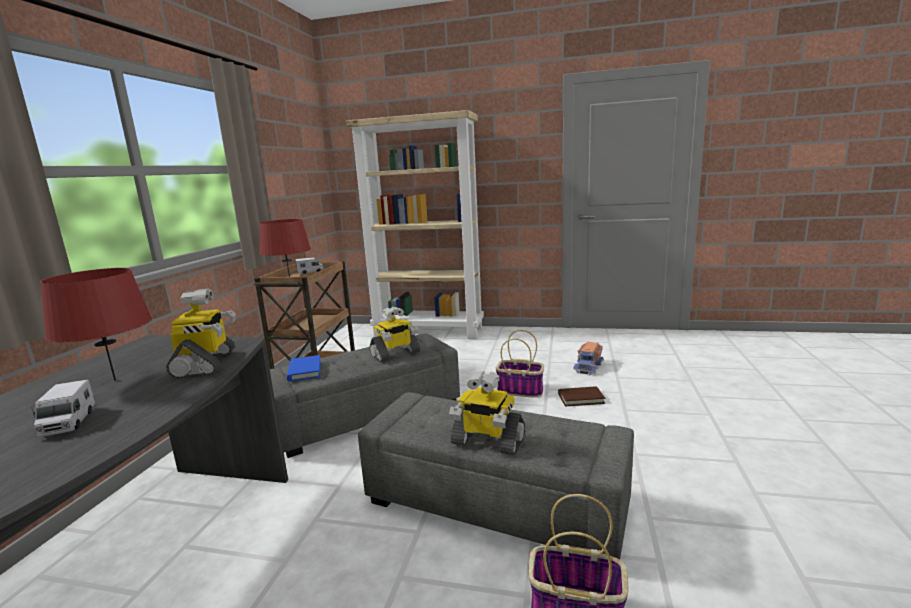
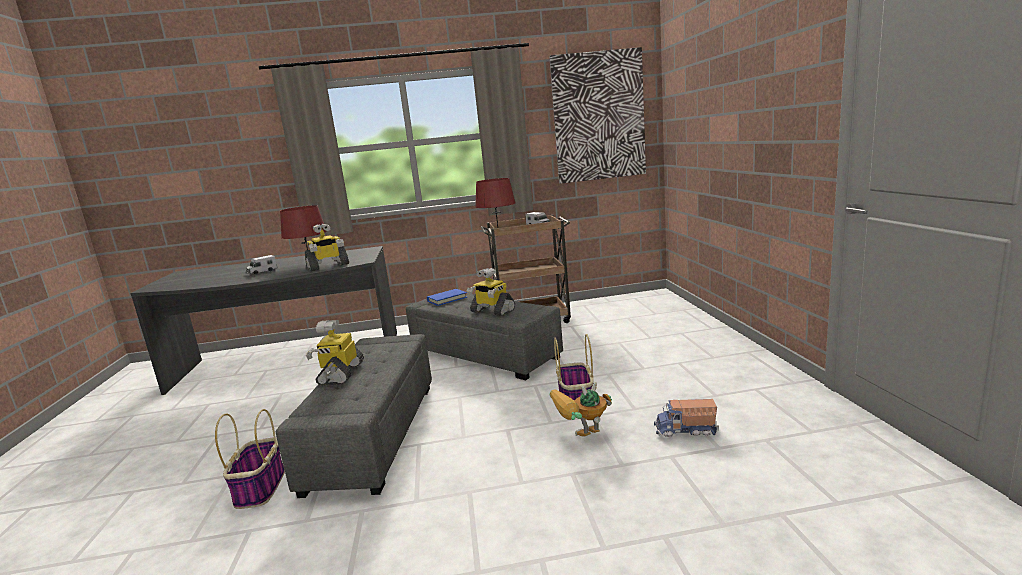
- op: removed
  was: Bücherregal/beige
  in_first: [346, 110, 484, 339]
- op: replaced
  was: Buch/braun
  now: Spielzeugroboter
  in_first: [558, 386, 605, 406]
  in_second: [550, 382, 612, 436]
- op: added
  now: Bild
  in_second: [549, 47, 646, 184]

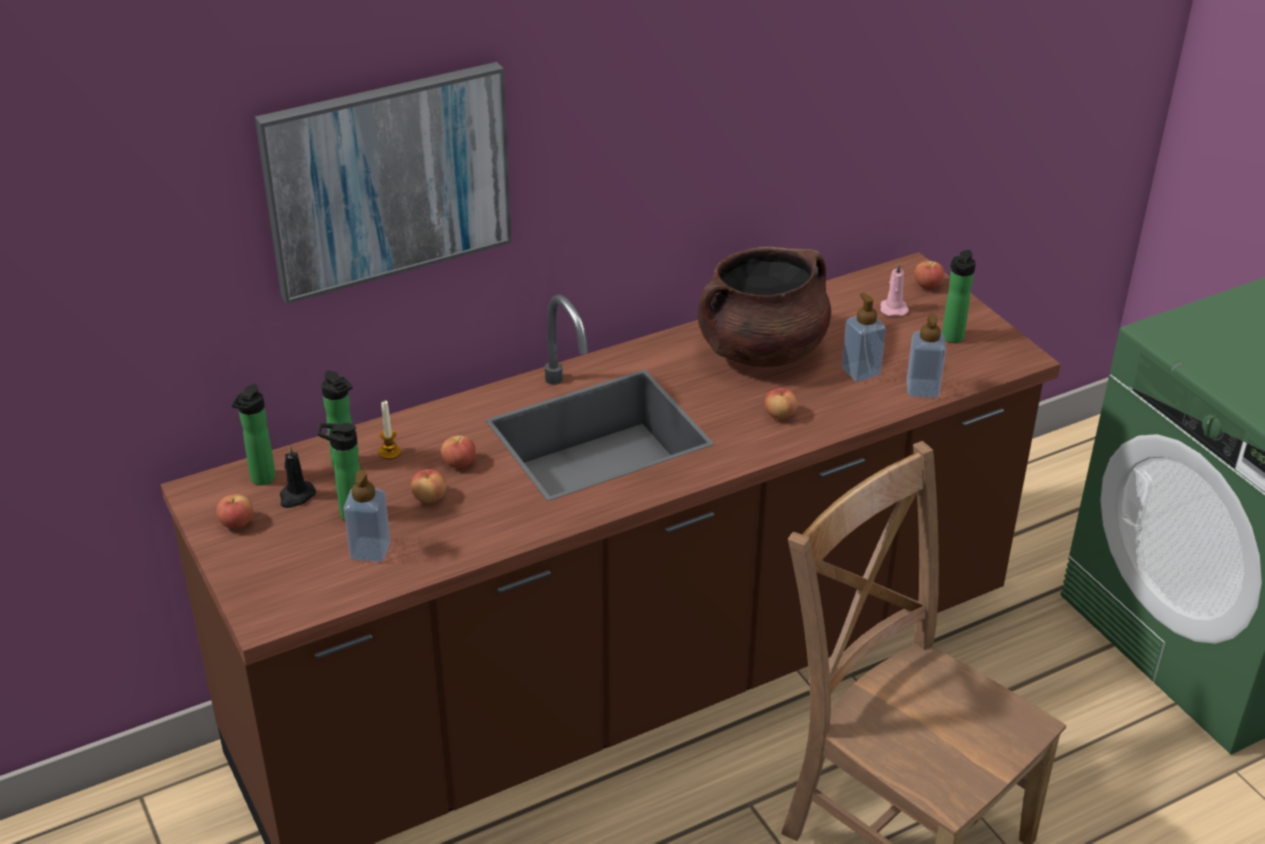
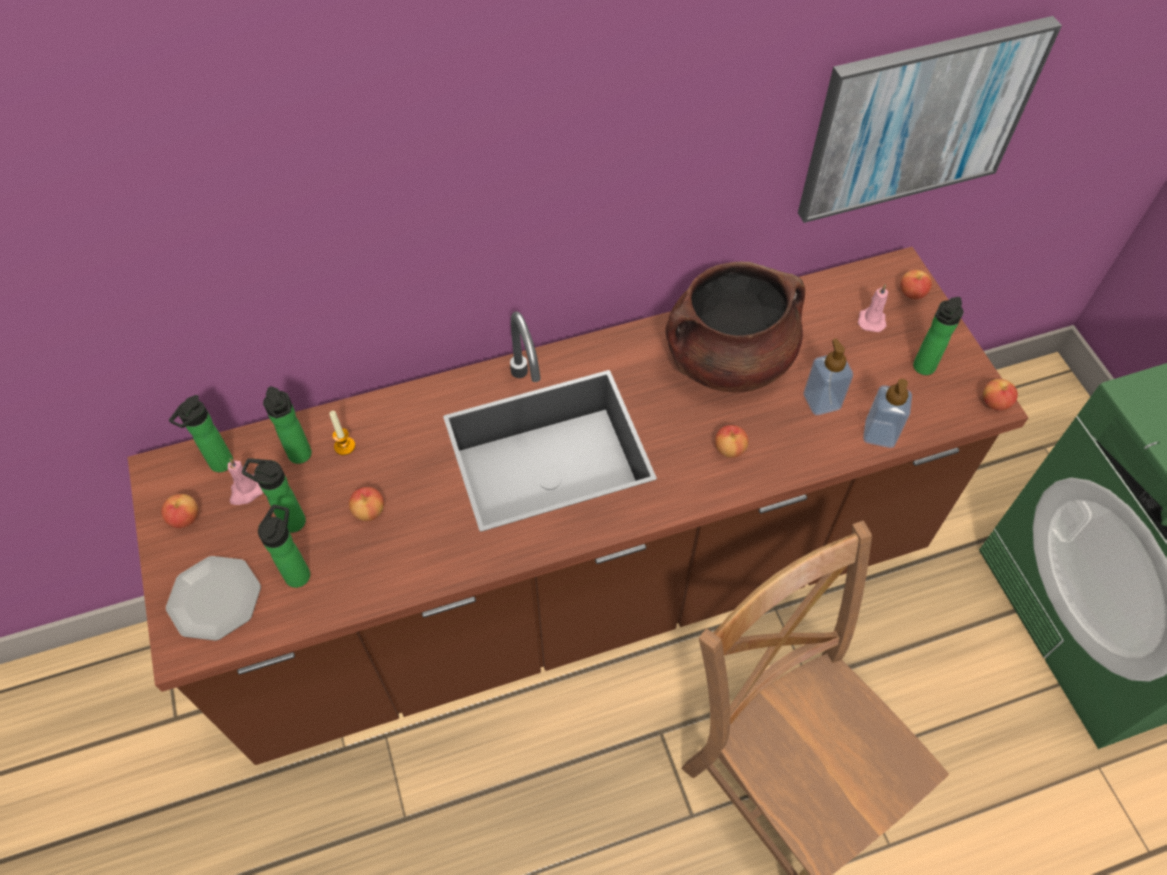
- op: moved
  was: Bild
  in_first: [255, 62, 512, 304]
  in_second: [798, 16, 1062, 223]
- op: recoloured
  was: Kerze/schwarz
  now: Kerze/rosa
  in_first: [280, 445, 316, 508]
  in_second: [228, 458, 263, 505]
- op: replaced
  was: Seifenspender
  now: Flasche
  in_first: [344, 470, 391, 562]
  in_second: [258, 505, 310, 588]
- op: moved
  was: Apfel
  in_first: [441, 435, 476, 469]
  in_second: [983, 379, 1018, 411]
- op: added
  now: Teller
  in_second: [166, 556, 261, 641]

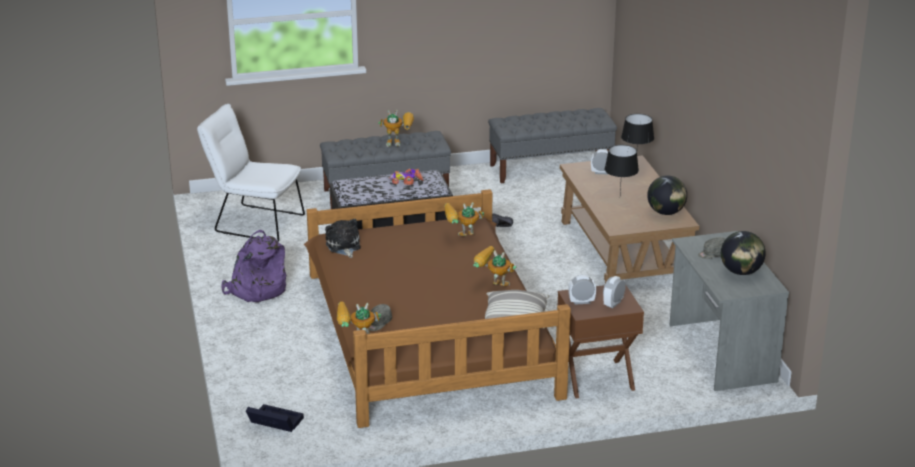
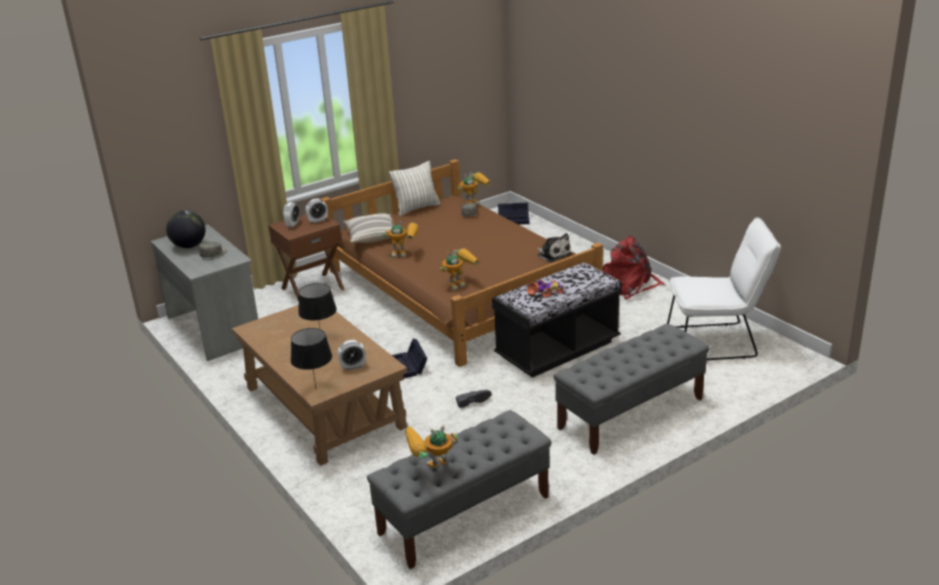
- op: recoloured
  was: Rucksack/lila
  now: Rucksack/rot
  in_first: [221, 230, 286, 302]
  in_second: [603, 236, 665, 300]
- op: moved
  was: Spielzeugroboter
  in_first: [378, 110, 414, 147]
  in_second: [405, 425, 459, 468]
- op: removed
  was: Globus
  in_first: [647, 175, 687, 215]
- op: added
  now: Kissen
  in_second: [389, 161, 440, 216]
- op: added
  now: Aufbewahrungsbox/schwarz
  in_second: [392, 339, 427, 378]

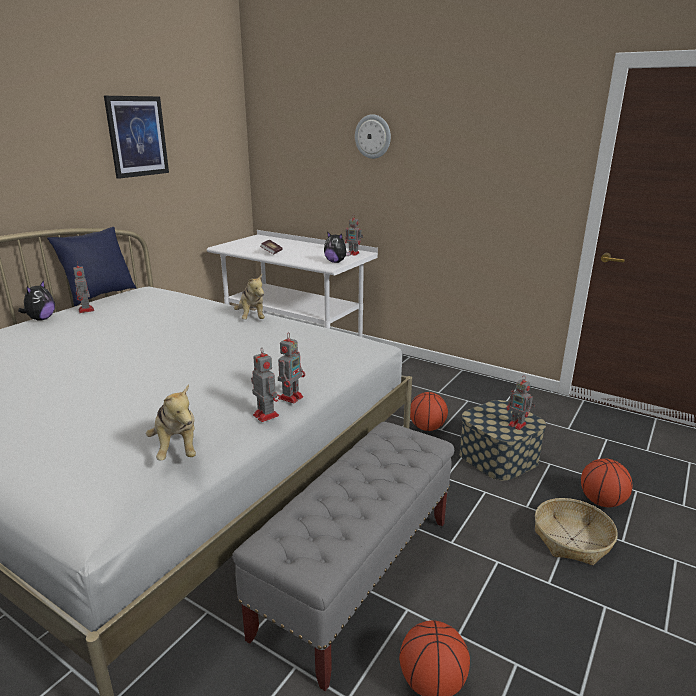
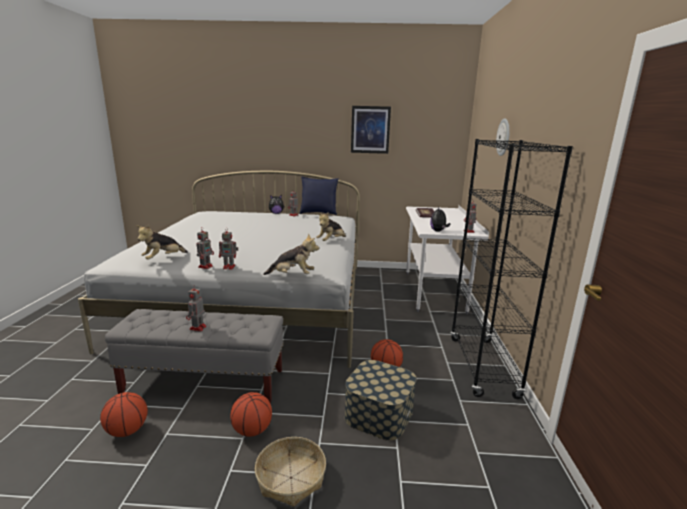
- op: moved
  was: Spielzeugroboter
  in_first: [507, 377, 535, 430]
  in_second: [186, 285, 207, 332]
- op: moved
  was: Basketball
  in_first: [581, 458, 632, 507]
  in_second: [230, 392, 272, 437]
- op: added
  now: Plüschtier
  in_second: [263, 234, 319, 275]
- op: added
  now: Bücherregal/schwarz
  in_second: [450, 139, 573, 399]

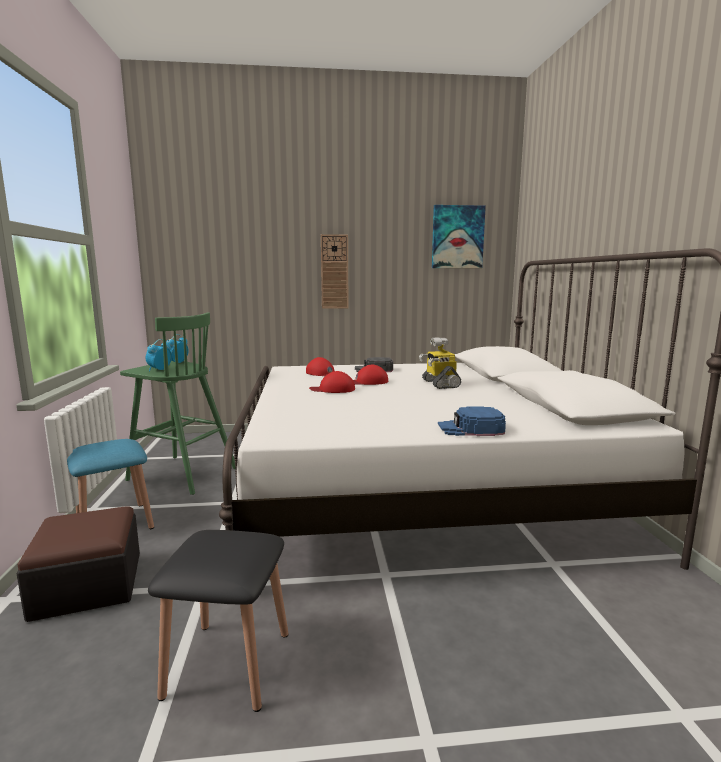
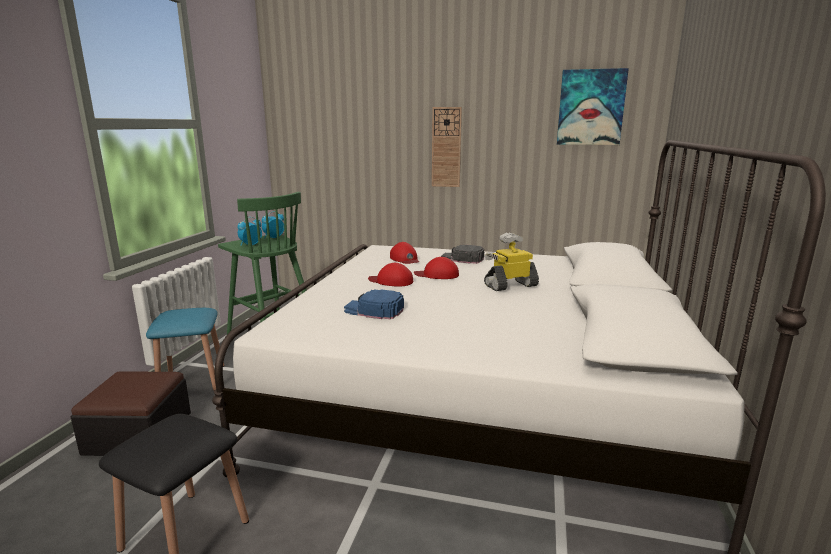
- op: turned
  was: Spielzeugroboter
  in_first: [419, 337, 461, 389]
  in_second: [484, 233, 539, 291]
  clockwise: 60
- op: moved
  was: Kappe/blau
  in_first: [438, 406, 506, 436]
  in_second: [344, 289, 404, 319]

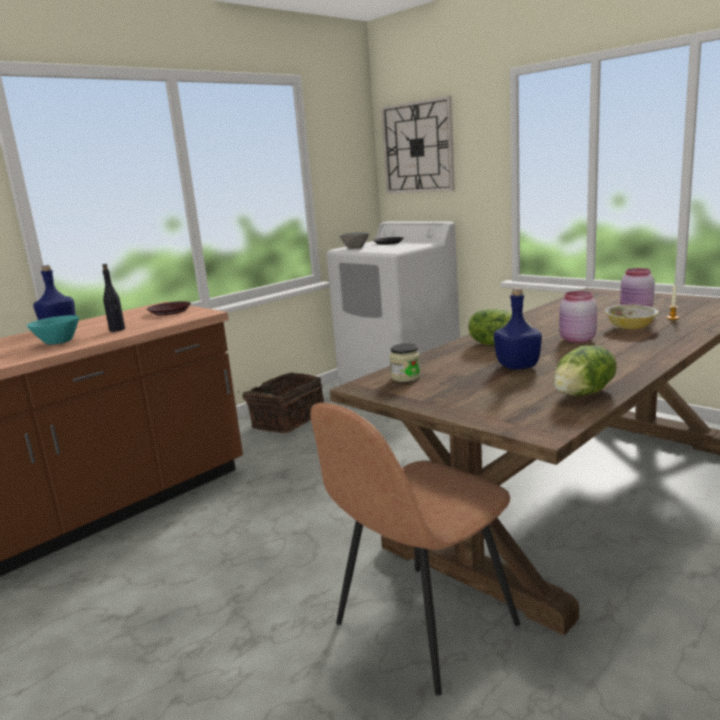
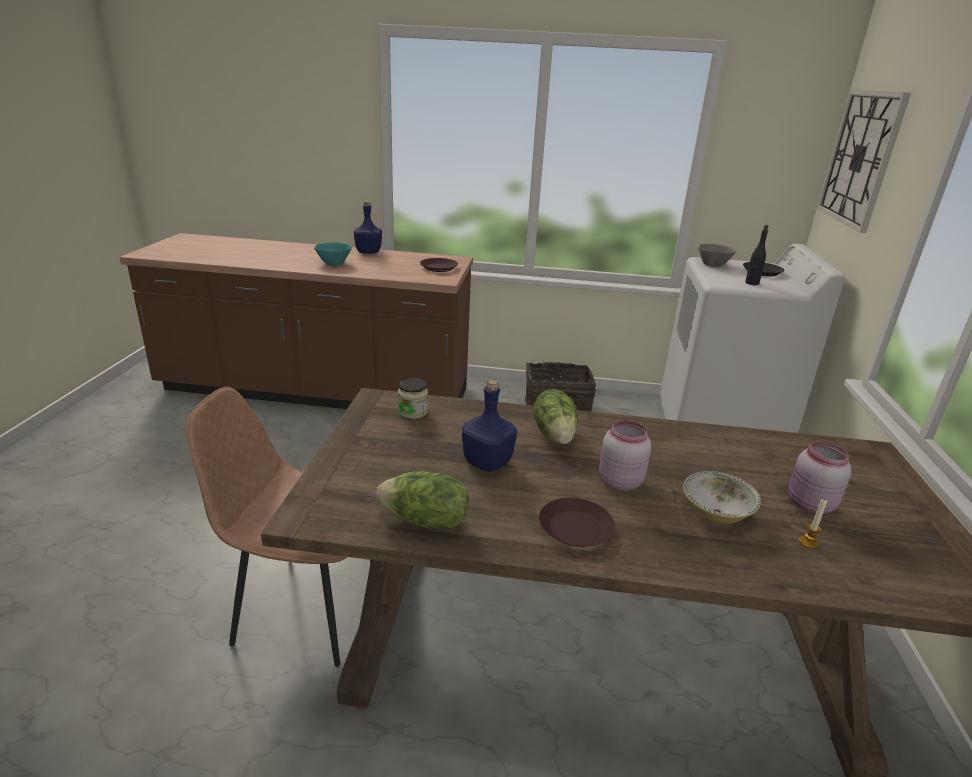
- op: moved
  was: Flasche/schwarz
  in_first: [102, 264, 125, 332]
  in_second: [745, 225, 768, 285]
- op: added
  now: Teller/braun
  in_second: [539, 498, 615, 547]

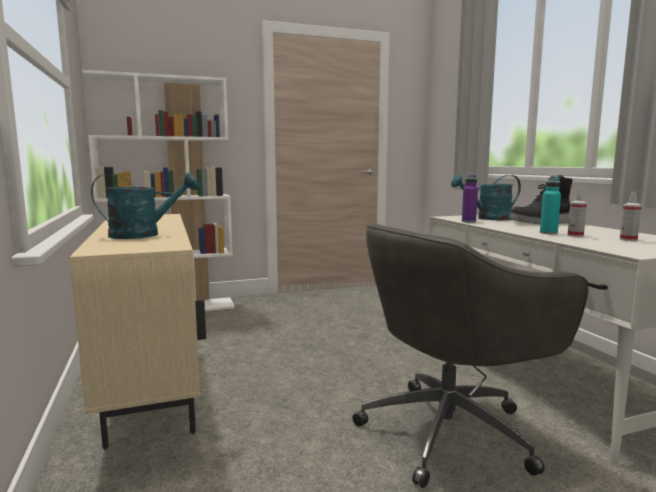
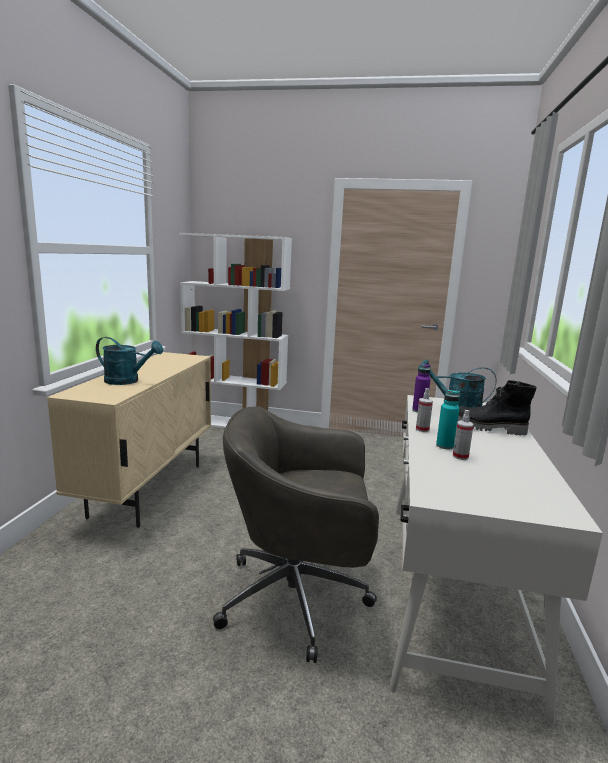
- op: moved
  was: Sprühflasche
  in_first: [620, 191, 642, 241]
  in_second: [416, 388, 433, 432]

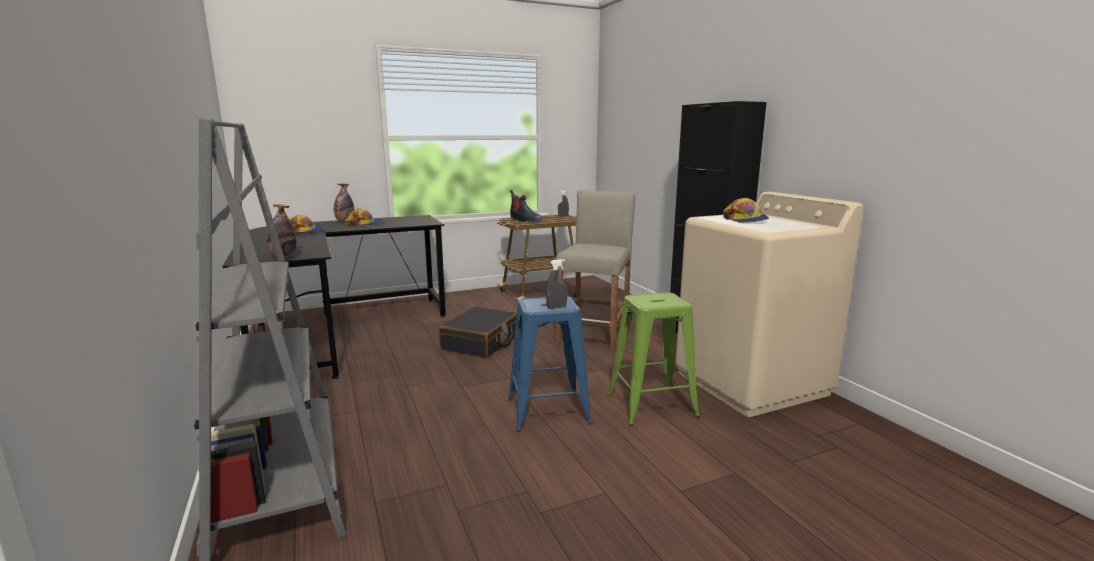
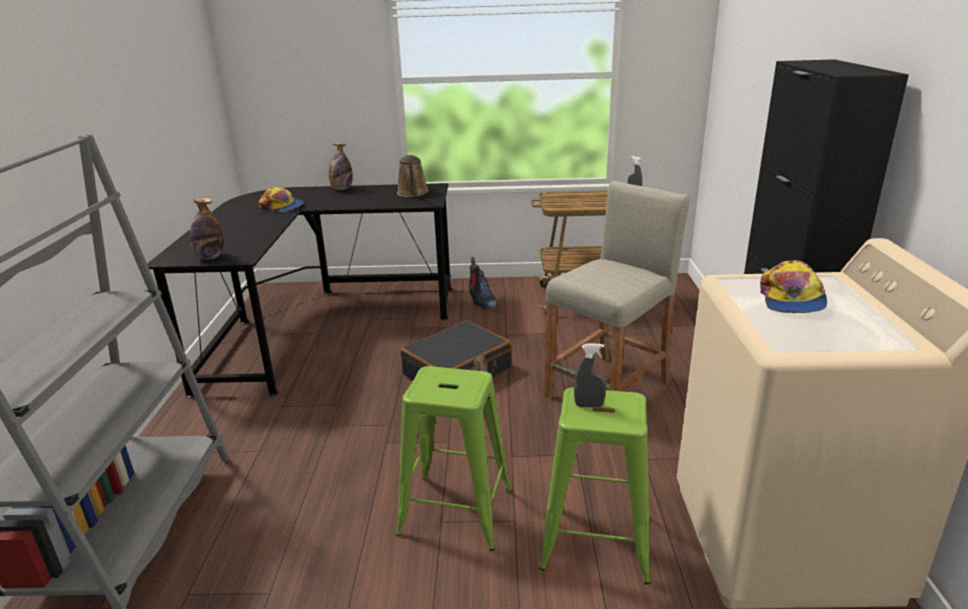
- op: removed
  was: Kappe
  in_first: [345, 209, 383, 226]
- op: recoloured
  was: Hocker/blau
  now: Hocker/grün
  in_first: [508, 296, 593, 432]
  in_second: [396, 366, 512, 551]
- op: moved
  was: Stiefel
  in_first: [510, 190, 542, 222]
  in_second: [469, 257, 498, 310]
- op: moved
  was: Sprühflasche/grau
  in_first: [546, 259, 567, 309]
  in_second: [574, 343, 606, 408]
- op: added
  now: Gießkanne/braun
  in_second: [397, 155, 429, 197]

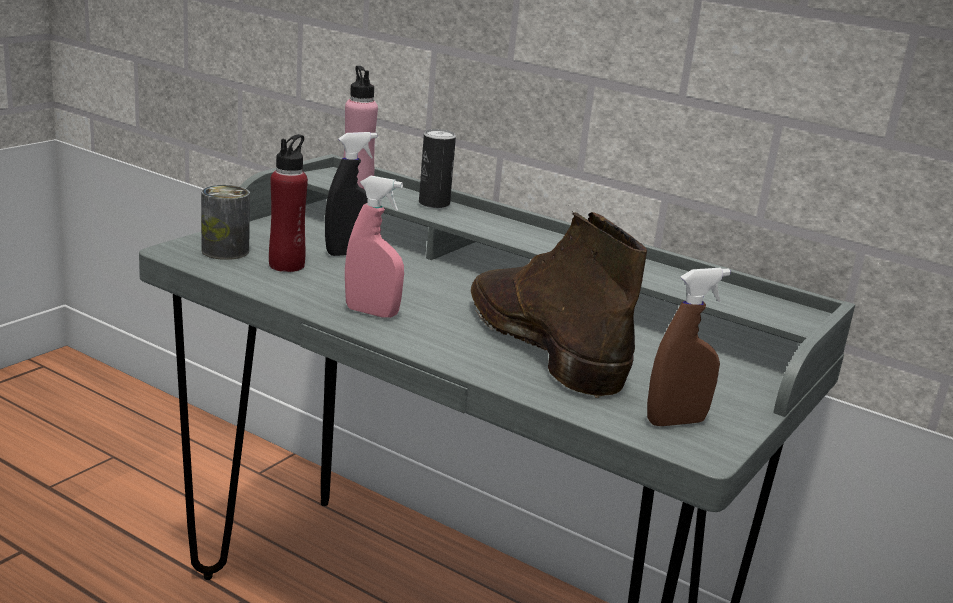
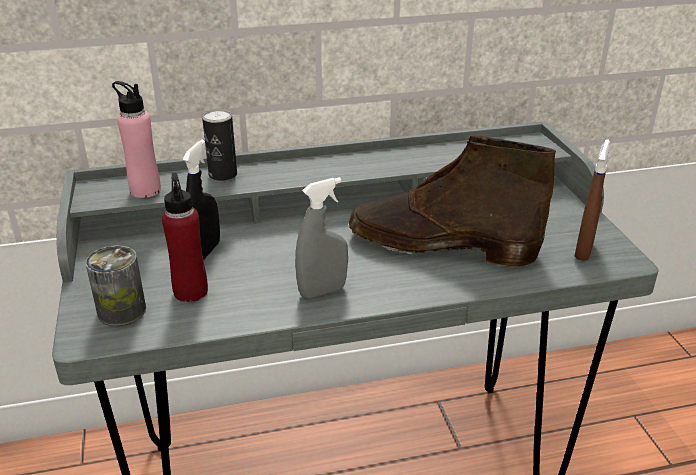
- op: recoloured
  was: Sprühflasche/rosa
  now: Sprühflasche/grau
  in_first: [345, 176, 404, 318]
  in_second: [295, 177, 348, 298]

